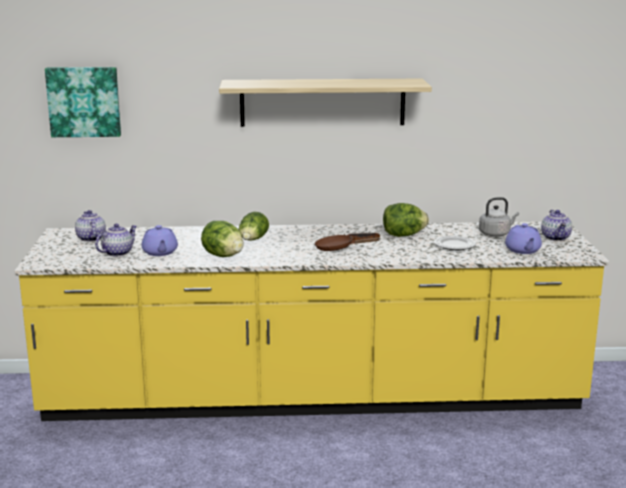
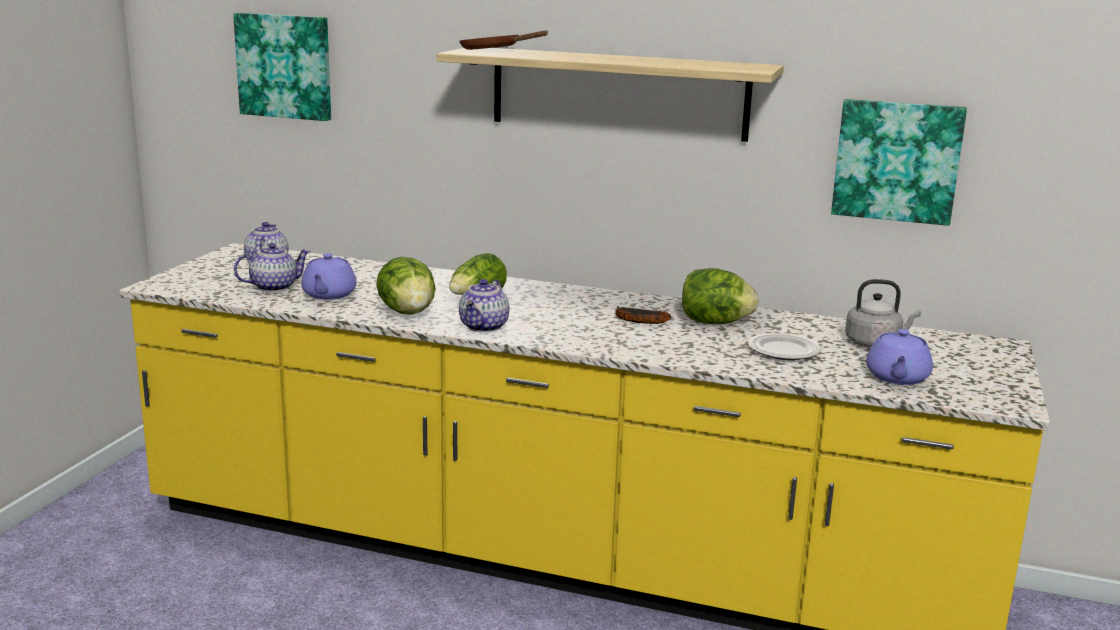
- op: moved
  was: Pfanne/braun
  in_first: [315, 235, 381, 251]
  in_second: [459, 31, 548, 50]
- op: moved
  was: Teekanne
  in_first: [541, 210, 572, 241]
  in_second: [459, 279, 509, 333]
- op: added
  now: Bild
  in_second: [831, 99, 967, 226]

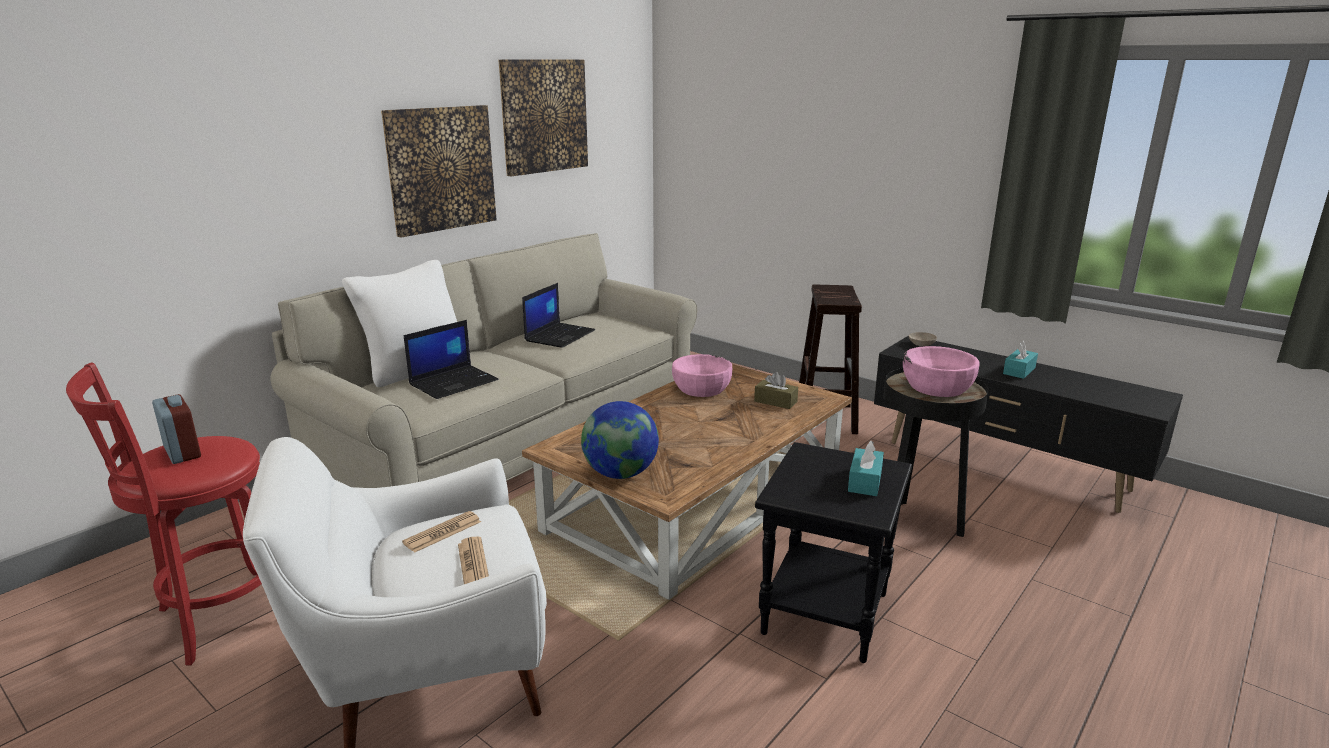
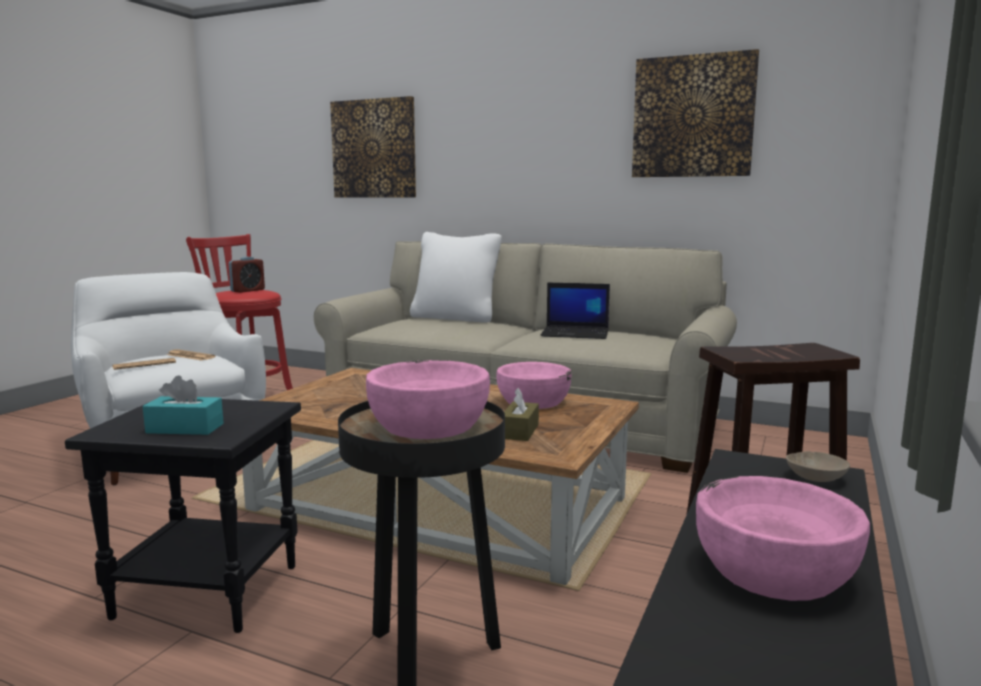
- op: moved
  was: Bild
  in_first: [381, 105, 497, 238]
  in_second: [330, 96, 416, 198]
- op: removed
  was: Laptop
  in_first: [404, 320, 499, 399]
- op: removed
  was: Globus
  in_first: [581, 401, 659, 479]
- op: replaced
  was: Taschentuchbox/türkis
  now: Schüssel/rosa
  in_first: [1003, 340, 1038, 379]
  in_second: [696, 476, 870, 601]

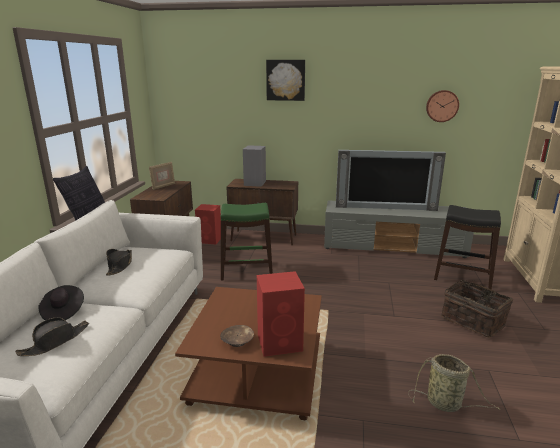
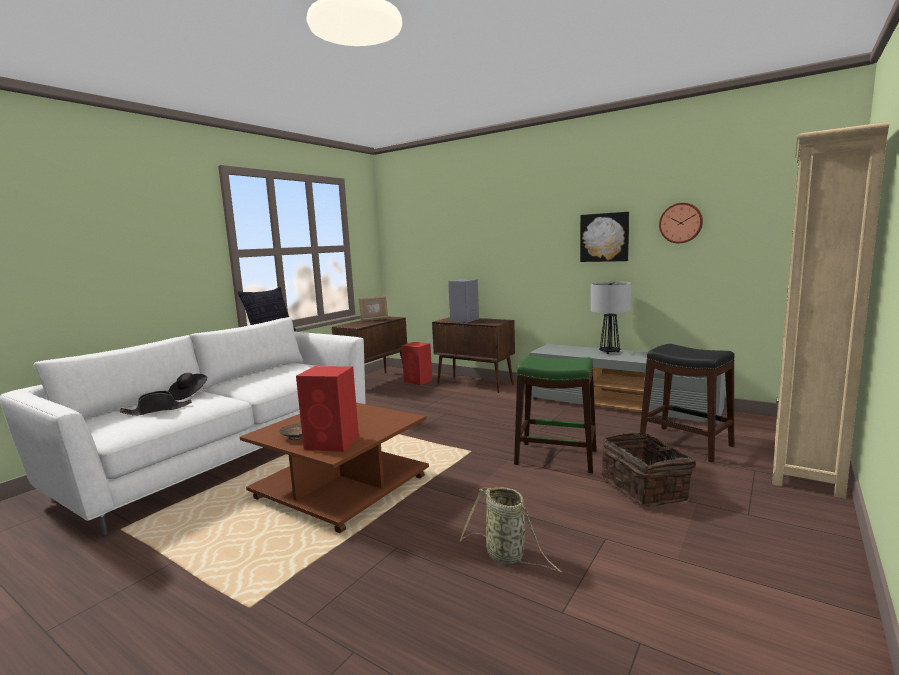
- op: removed
  was: Hut/schwarz
  in_first: [106, 249, 132, 276]
- op: moved
  was: Hocker/grün
  in_first: [221, 203, 273, 280]
  in_second: [514, 355, 597, 473]
- op: moved
  was: Bild
  in_first: [266, 60, 305, 101]
  in_second: [580, 212, 629, 262]
- op: replaced
  was: Fernseher
  now: Tischlampe
  in_first: [336, 150, 446, 211]
  in_second: [591, 281, 631, 354]

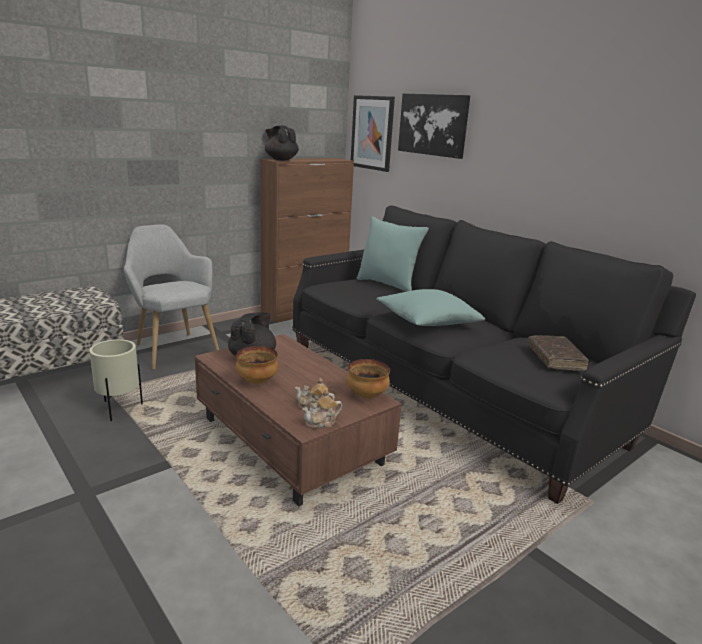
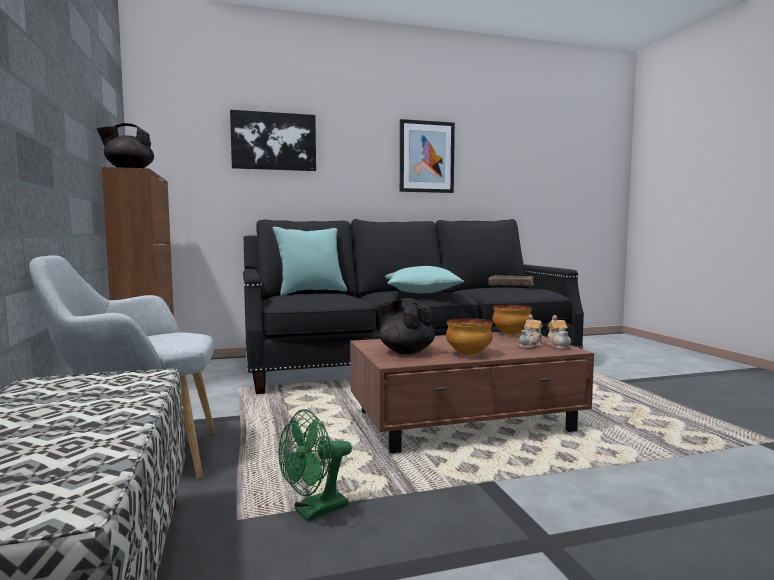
- op: replaced
  was: Pflanzkübel/beige
  now: Ventilator/grün
  in_first: [89, 339, 143, 421]
  in_second: [278, 409, 352, 521]
- op: moved
  was: Bild
  in_first: [351, 95, 395, 172]
  in_second: [400, 119, 455, 193]

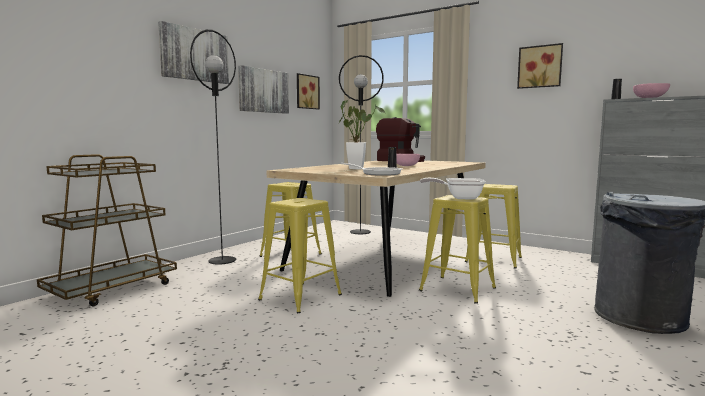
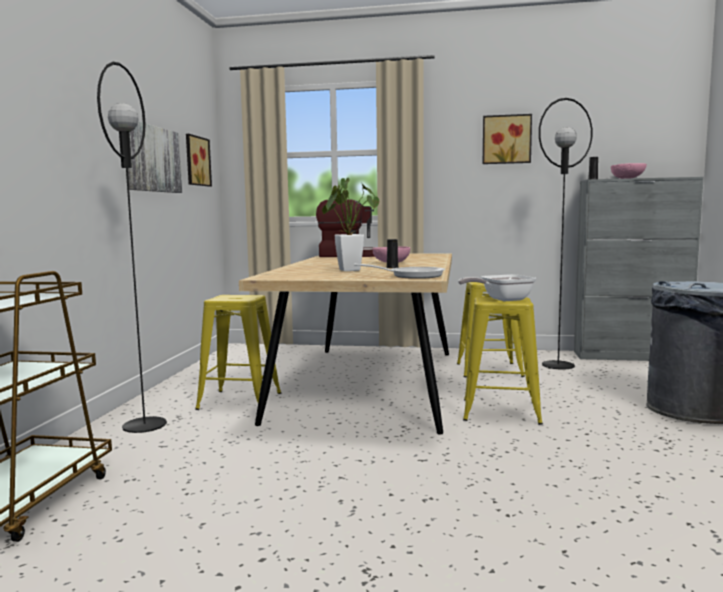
- op: removed
  was: Bild
  in_first: [158, 21, 229, 84]
- op: removed
  was: Hocker/gelb
  in_first: [258, 198, 342, 314]
- op: moved
  was: Stehlampe/schwarz
  in_first: [339, 55, 384, 234]
  in_second: [539, 98, 593, 370]

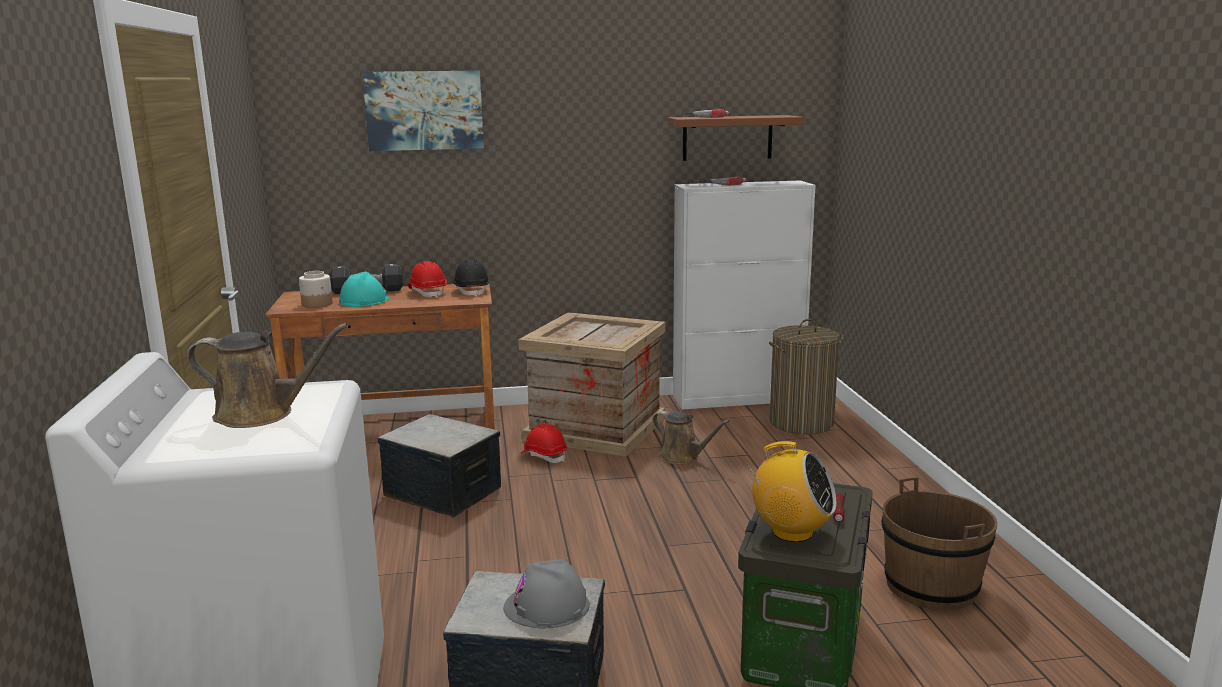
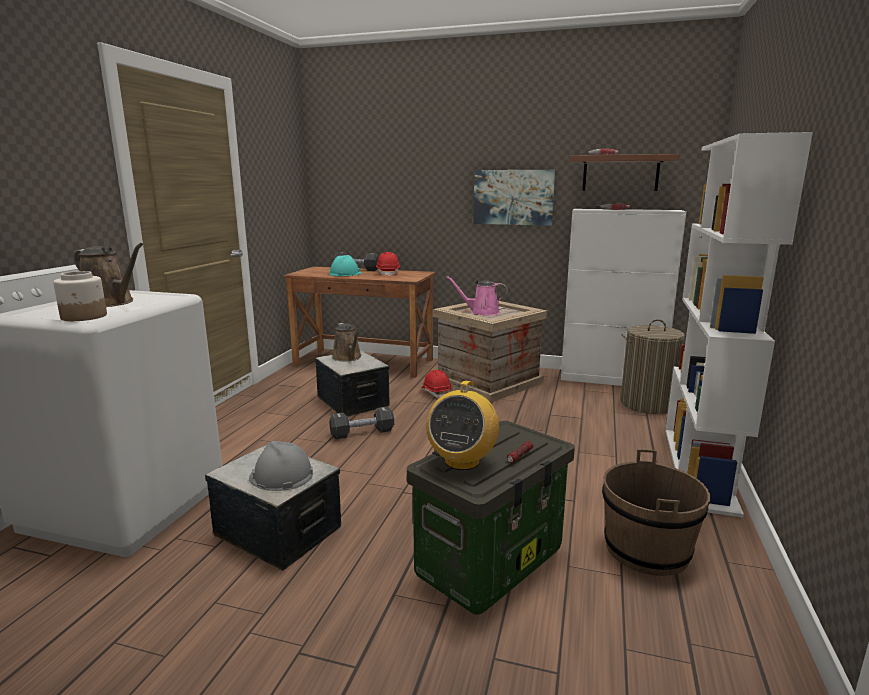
- op: moved
  was: Vorratsglas
  in_first: [299, 271, 333, 308]
  in_second: [53, 271, 107, 321]
- op: moved
  was: Bild
  in_first: [362, 71, 484, 151]
  in_second: [473, 170, 555, 226]
- op: removed
  was: Schutzhelm/schwarz
  in_first: [453, 260, 490, 297]
- op: moved
  was: Gießkanne/braun
  in_first: [652, 411, 729, 464]
  in_second: [332, 323, 362, 361]
- op: turned
  was: Radio
  in_first: [746, 441, 836, 542]
  in_second: [426, 381, 499, 470]
  clockwise: 60
- op: added
  now: Hantel/schwarz
  in_second: [329, 407, 394, 439]
- op: added
  now: Gießkanne/rosa
  in_second: [446, 276, 508, 315]
- op: added
  now: Bücherregal/weiß
  in_second: [665, 132, 813, 518]

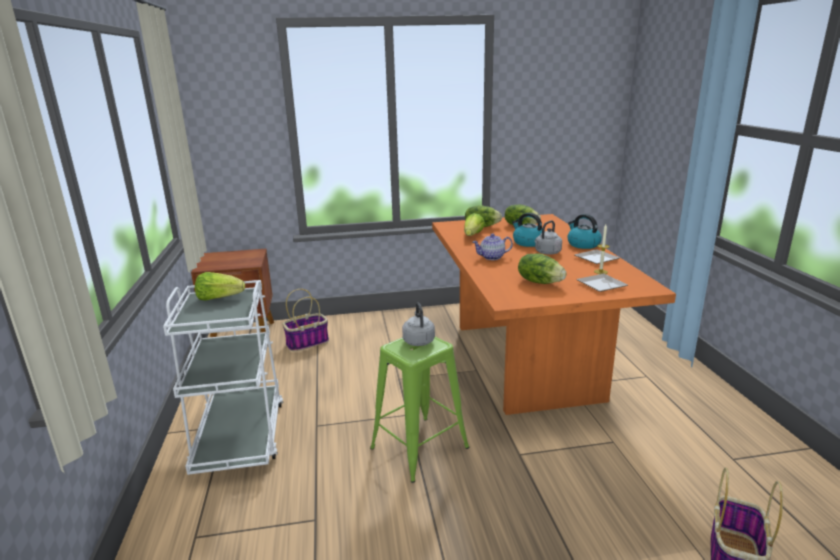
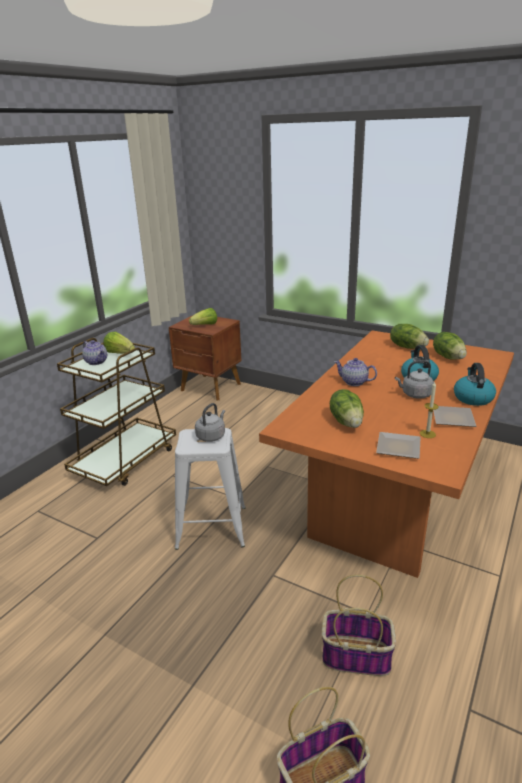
- op: recoloured
  was: Rollwagen/weiß
  now: Rollwagen/braun
  in_first: [163, 280, 283, 475]
  in_second: [57, 338, 176, 486]
- op: moved
  was: Korb
  in_first: [282, 289, 329, 352]
  in_second: [322, 575, 396, 676]
- op: recoloured
  was: Hocker/grün
  now: Hocker/weiß
  in_first: [370, 336, 469, 483]
  in_second: [175, 428, 246, 550]
- op: moved
  was: Salatkopf
  in_first: [464, 213, 485, 236]
  in_second: [189, 308, 217, 325]
- op: added
  now: Teekanne
  in_second: [82, 340, 107, 365]

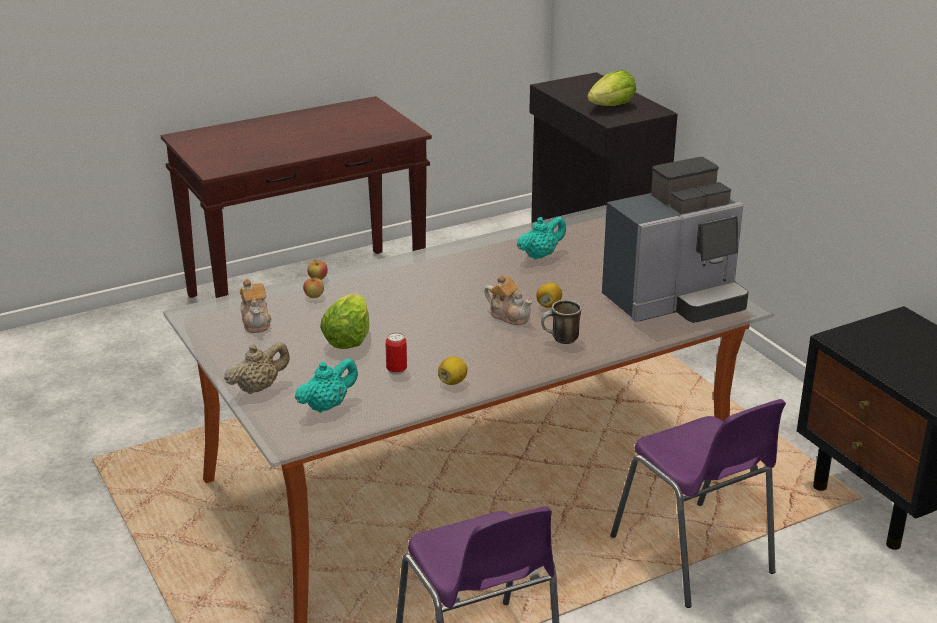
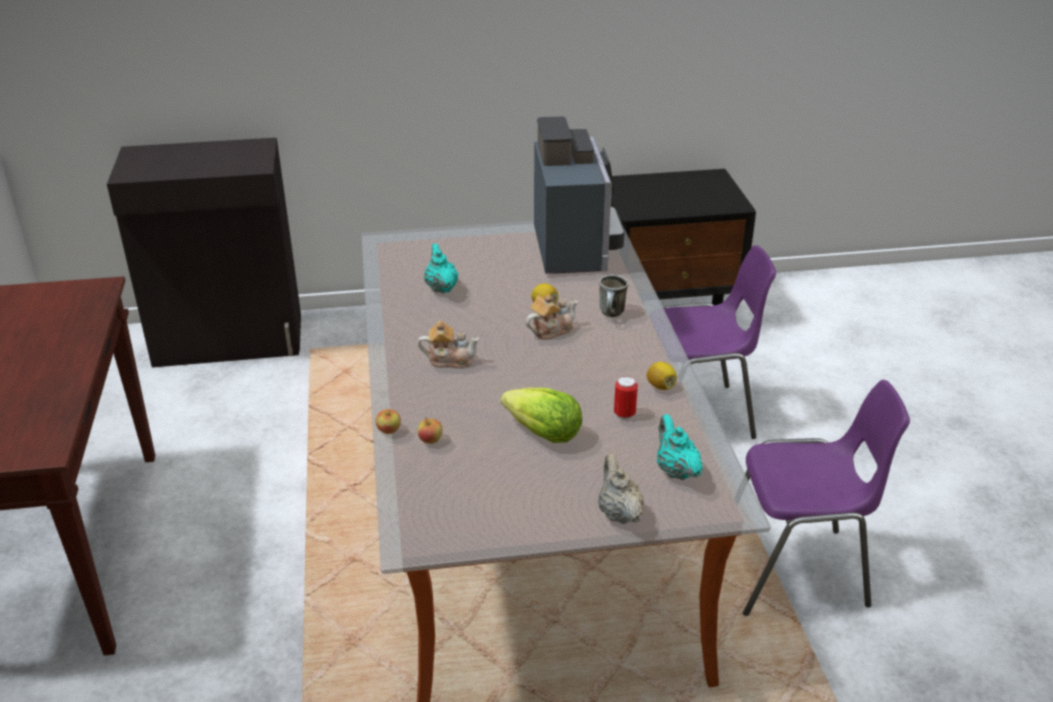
- op: moved
  was: Teekanne
  in_first: [239, 279, 271, 333]
  in_second: [418, 321, 480, 368]
- op: removed
  was: Salatkopf
  in_first: [587, 70, 636, 106]

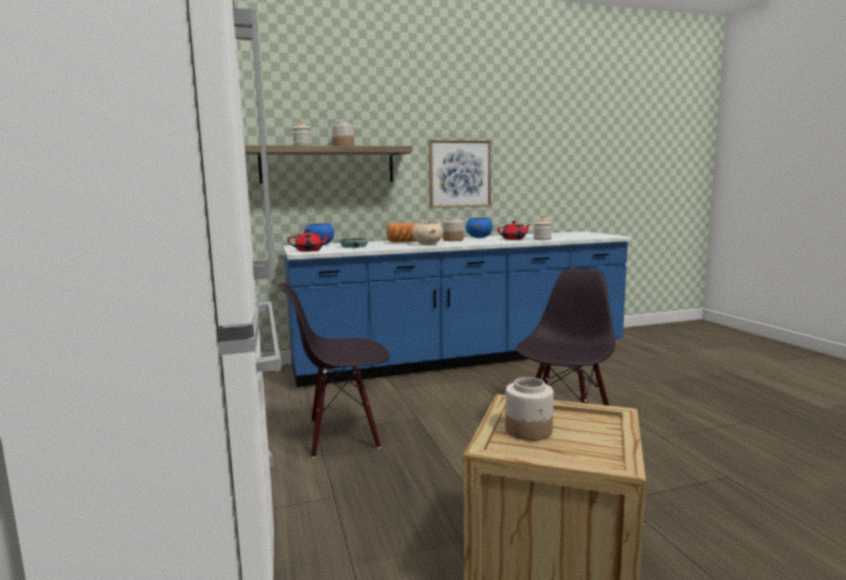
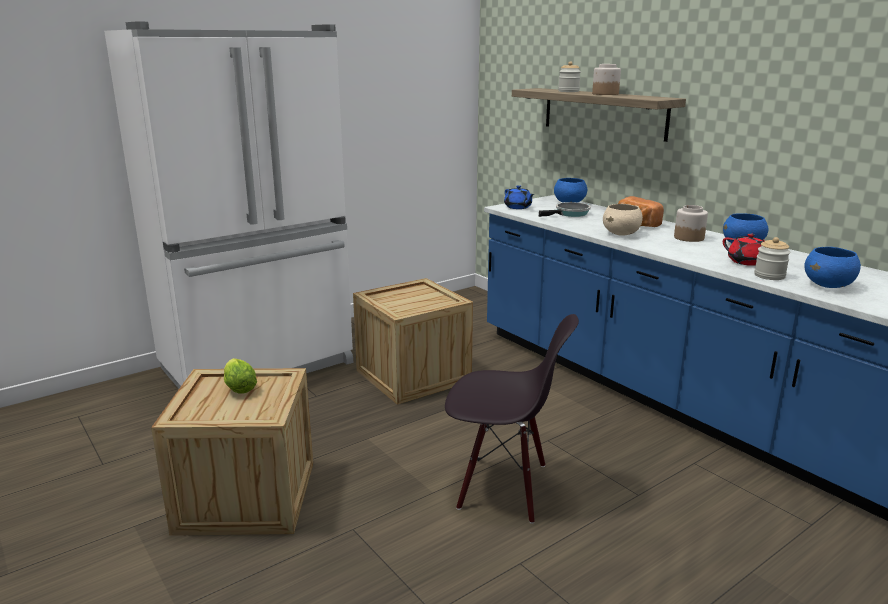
- op: replaced
  was: Stuhl/schwarz
  now: Kiste
  in_first: [279, 283, 390, 458]
  in_second: [353, 278, 473, 405]
- op: recoloured
  was: Teekanne/rot
  now: Teekanne/blau
  in_first: [287, 229, 331, 252]
  in_second: [504, 185, 534, 209]
- op: removed
  was: Bild
  in_first: [429, 140, 491, 208]
- op: replaced
  was: Vorratsglas
  now: Salatkopf
  in_first: [505, 377, 554, 441]
  in_second: [224, 358, 257, 394]
- op: added
  now: Schüssel/blau
  in_second: [804, 247, 861, 288]

